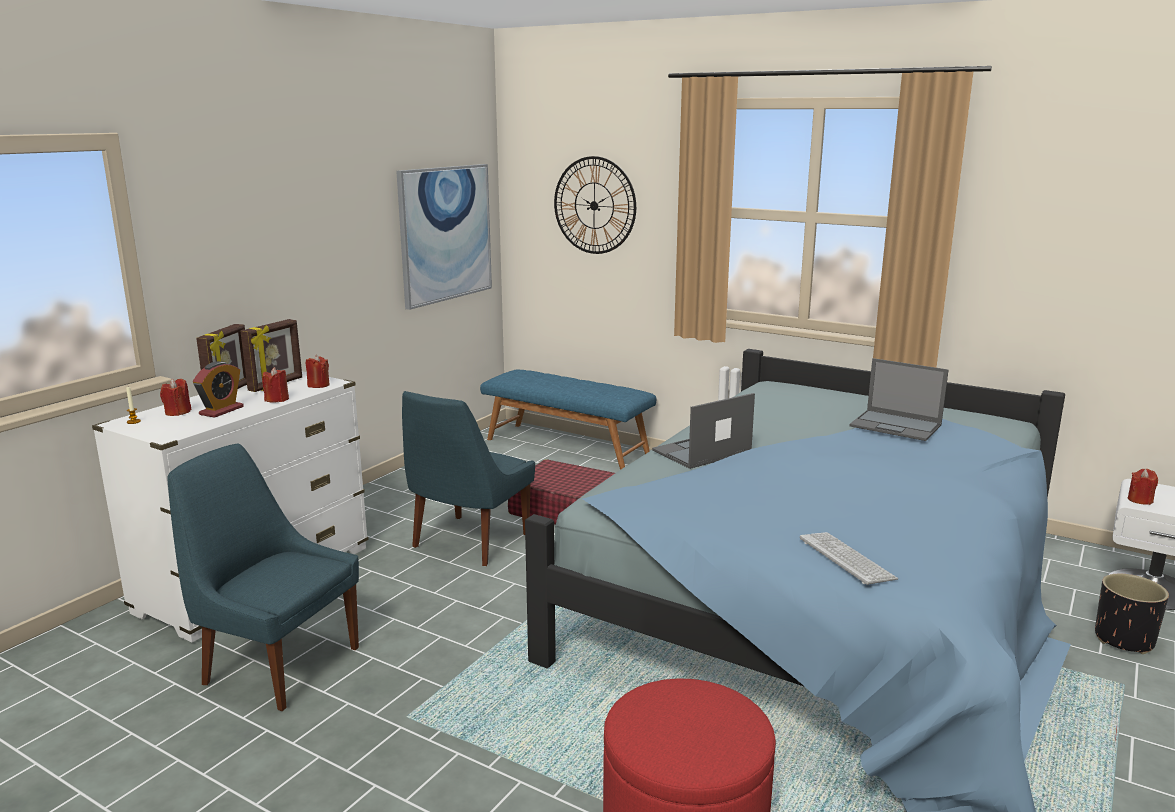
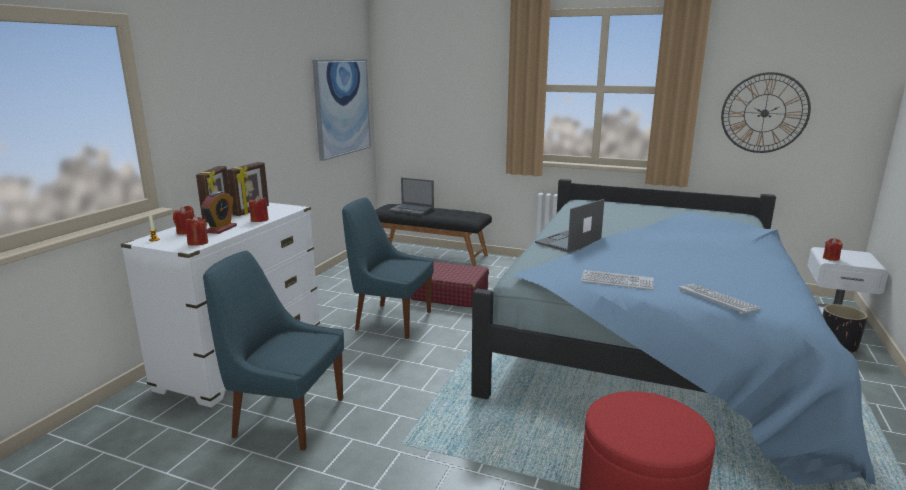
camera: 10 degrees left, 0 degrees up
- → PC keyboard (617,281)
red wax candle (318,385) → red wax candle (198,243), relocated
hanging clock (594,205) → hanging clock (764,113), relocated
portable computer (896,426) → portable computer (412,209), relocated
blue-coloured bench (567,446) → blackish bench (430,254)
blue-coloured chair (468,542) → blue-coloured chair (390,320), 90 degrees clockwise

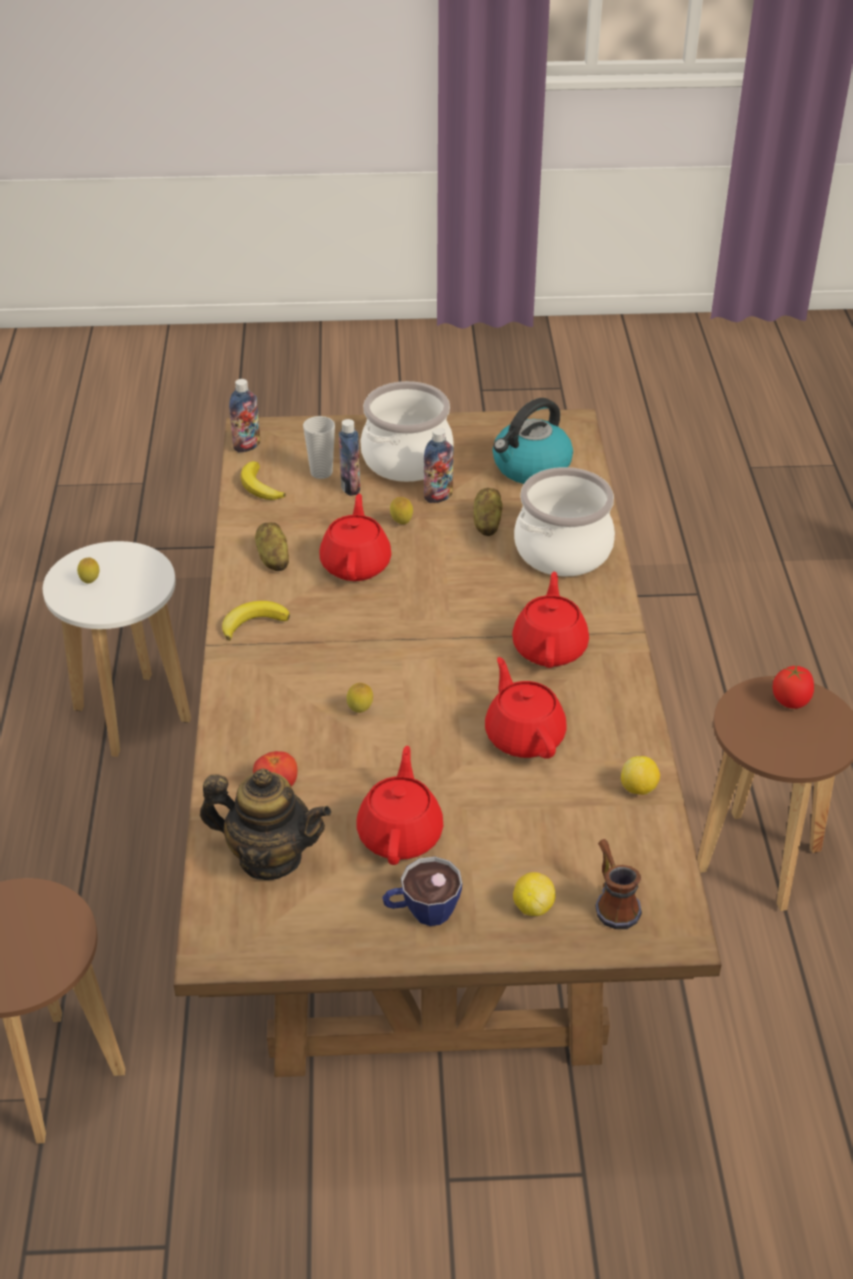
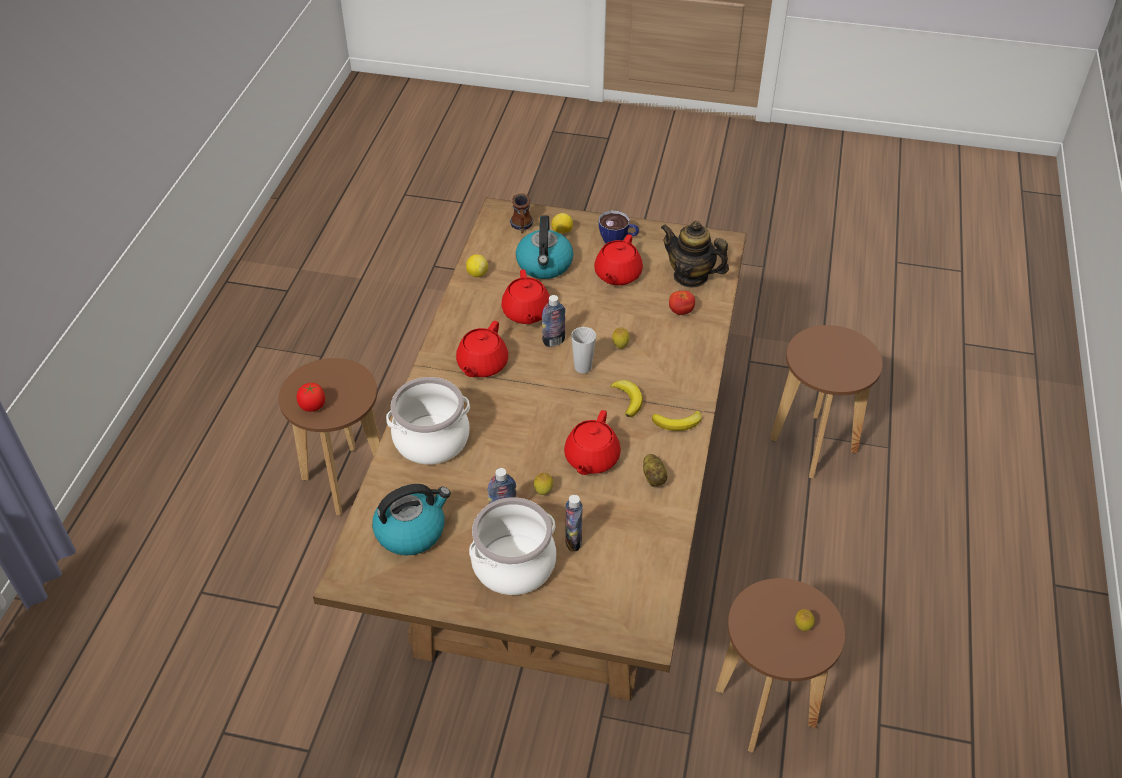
camera: 165 degrees left, 5 degrees up
whole potato (486,523) → -
- → tea kettle (545,265)
bottle (247,446) → bottle (553,341), relocated
banana (259,486) → banana (628,399), relocated
small cup (321,472) → small cup (583,367), relocated
white stool (131,715) → brown stool (766,708)

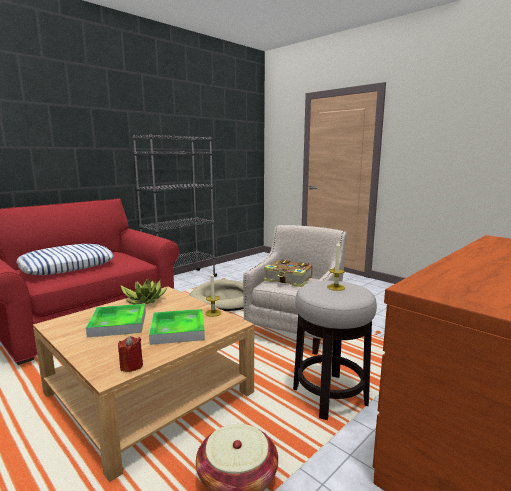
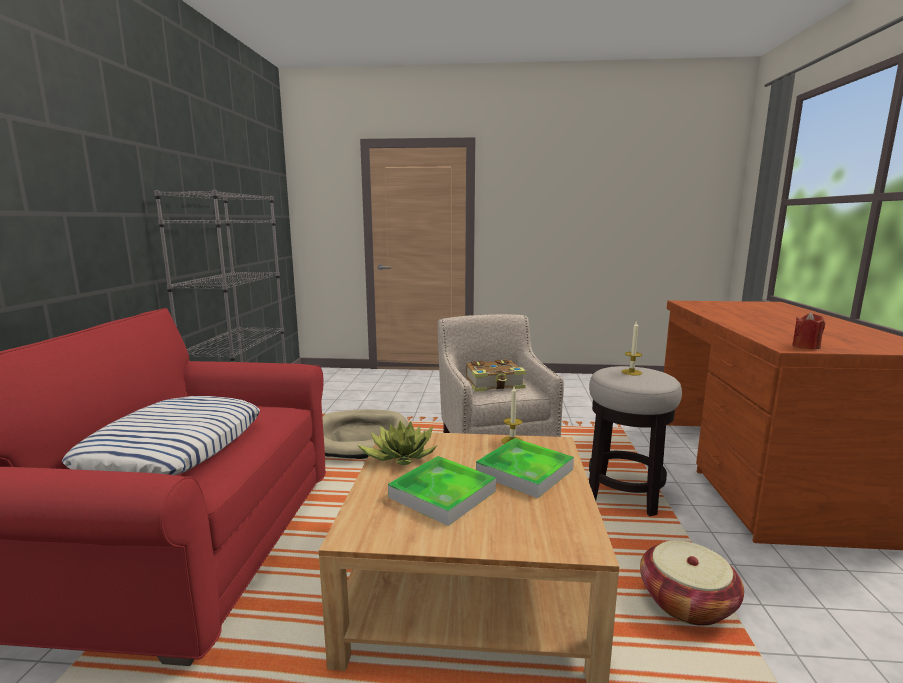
camera: 40 degrees left, 0 degrees up
red wax candle (131,366) → red wax candle (806,346), relocated

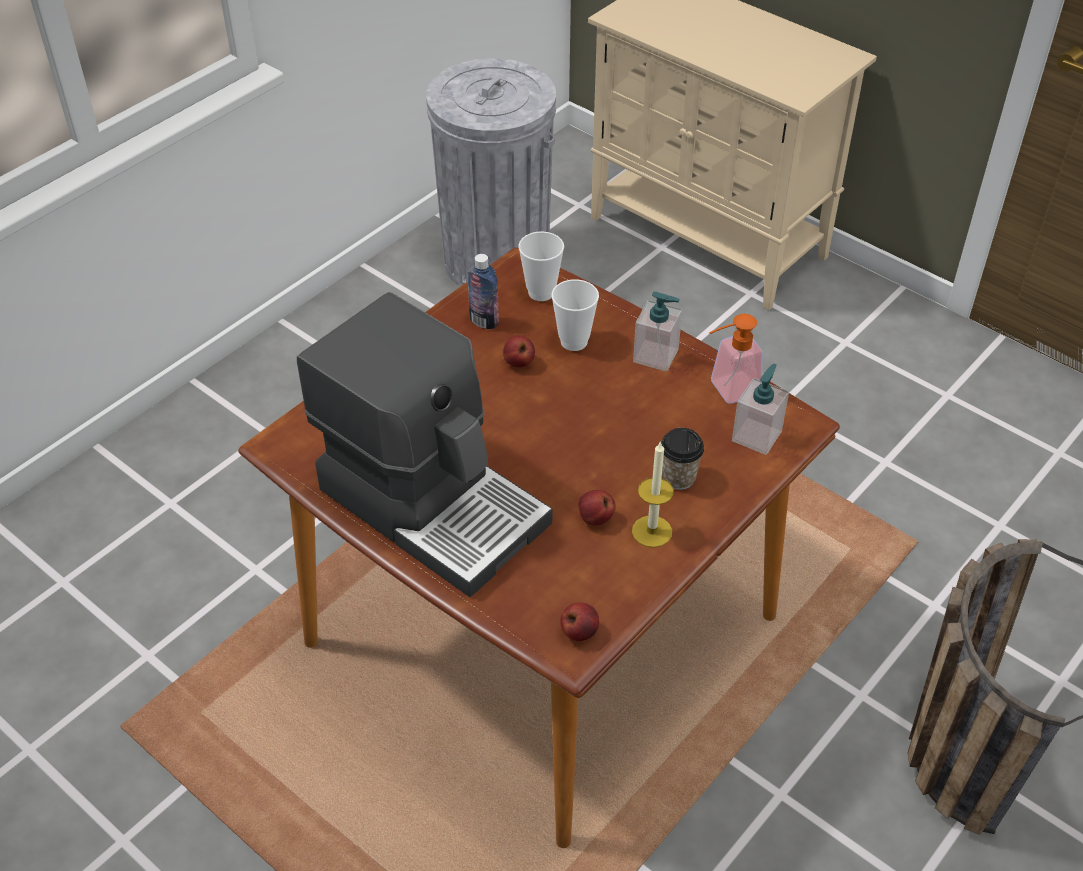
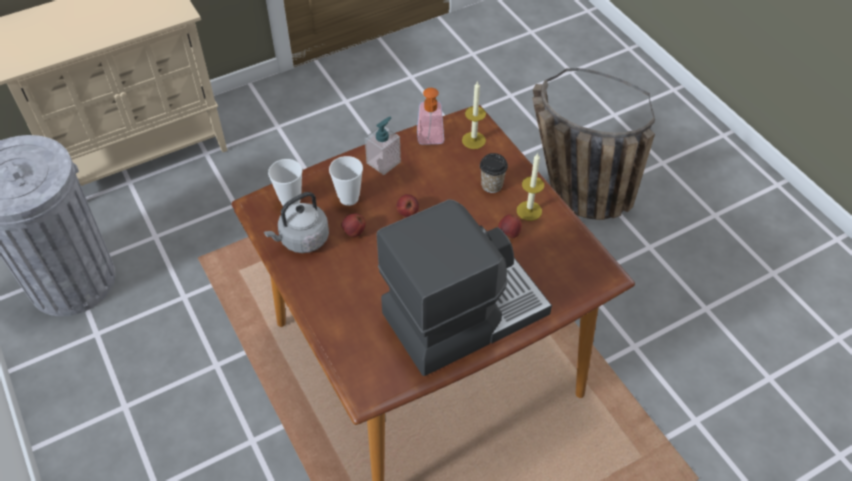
camera: 70 degrees left, 5 degrees up
apple (579,632) → apple (407,213), relocated
bottle (484,321) → grey tea kettle (302,240)
soap bottle (756,436) → wax candle (473,140)

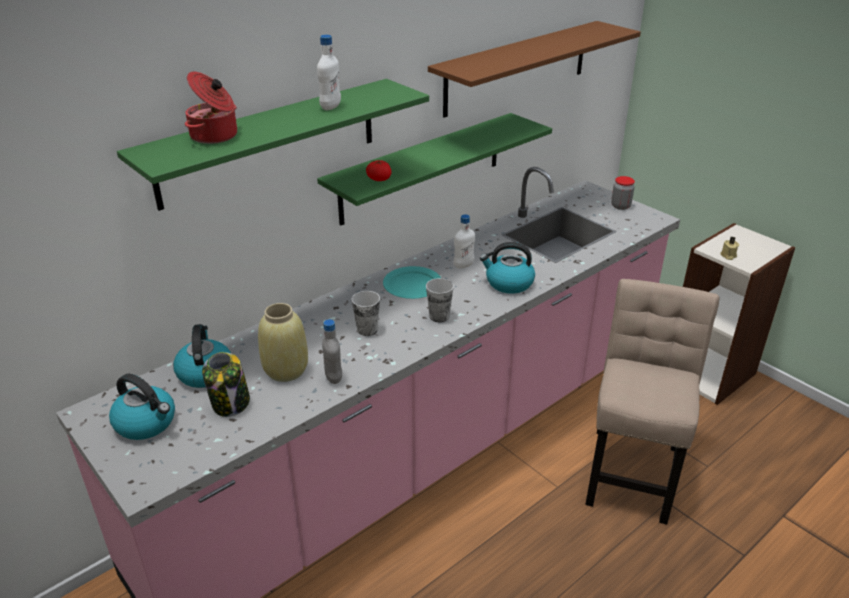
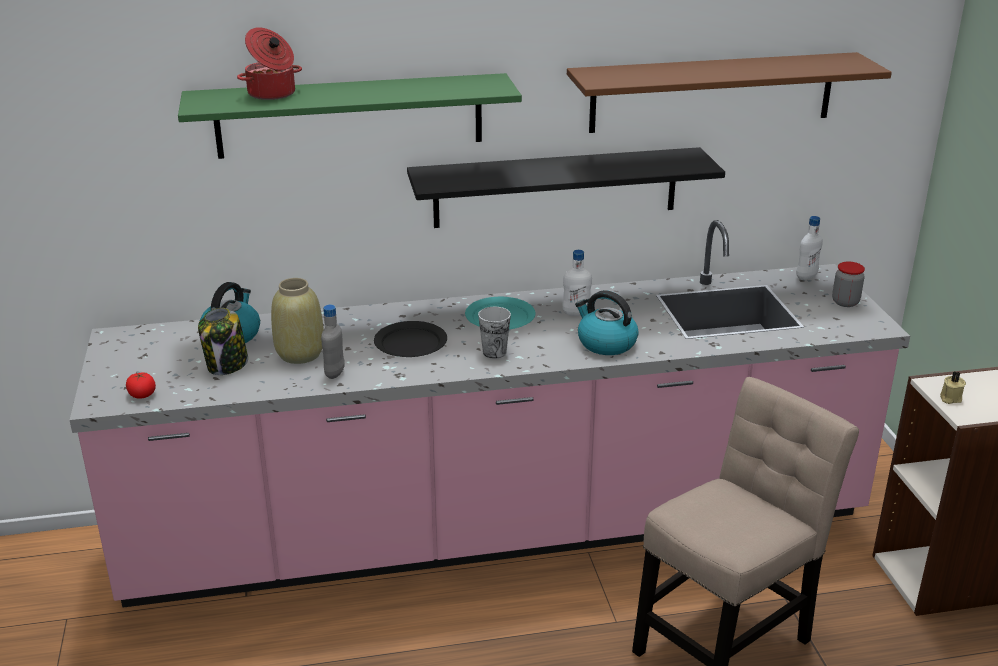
camera: 30 degrees right, 5 degrees down
tea kettle (146,423) → -
white bottle (330,107) → white bottle (806,277), relocated
tomato (379,179) → tomato (142,394), relocated
small cup (367,330) → blackish plate (410,343)
green wall shelf (422,168) → blackish wall shelf (556,187)

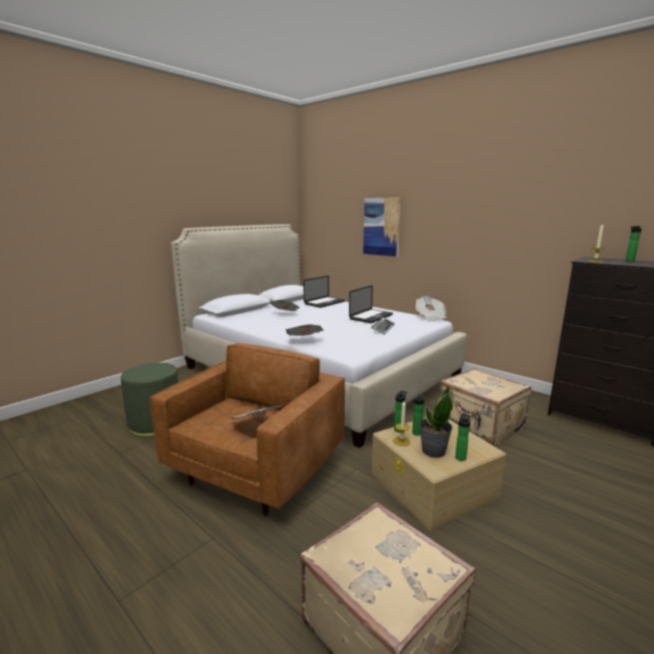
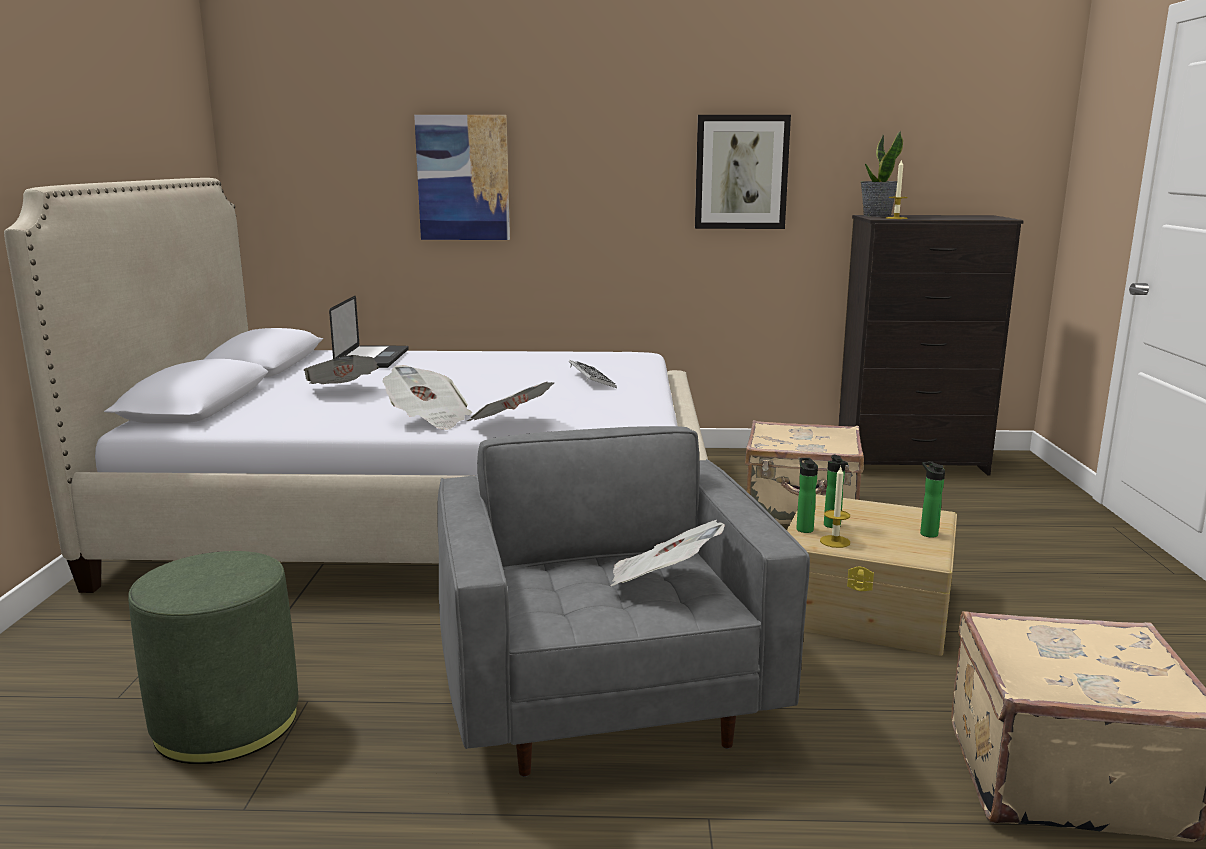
camera: 40 degrees left, 0 degrees up
portable computer (371,317) → -
bottle (629,260) → -
- → wall picture (741,172)
newspaper (430,317) → newspaper (429,419), relocated
plant in a pot (433,451) → plant in a pot (876,215), relocated
brown armchair (257,471) → grey armchair (605,699)

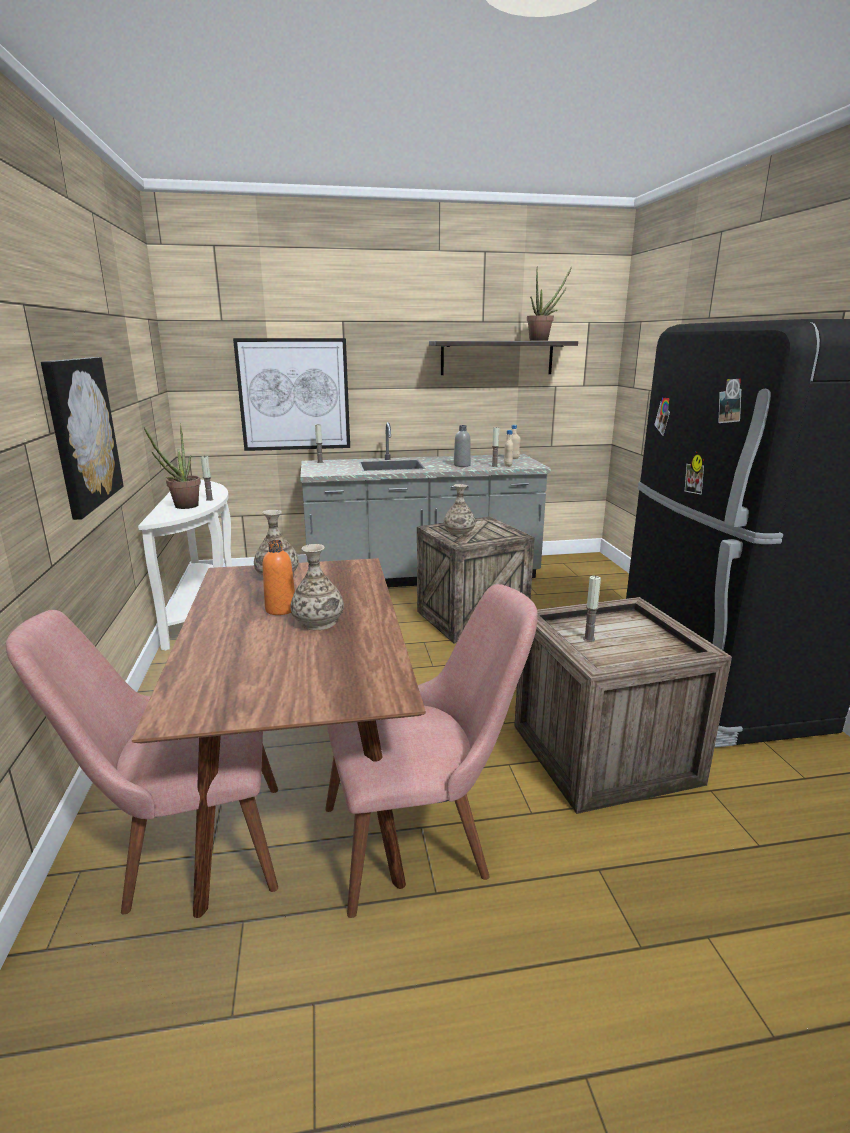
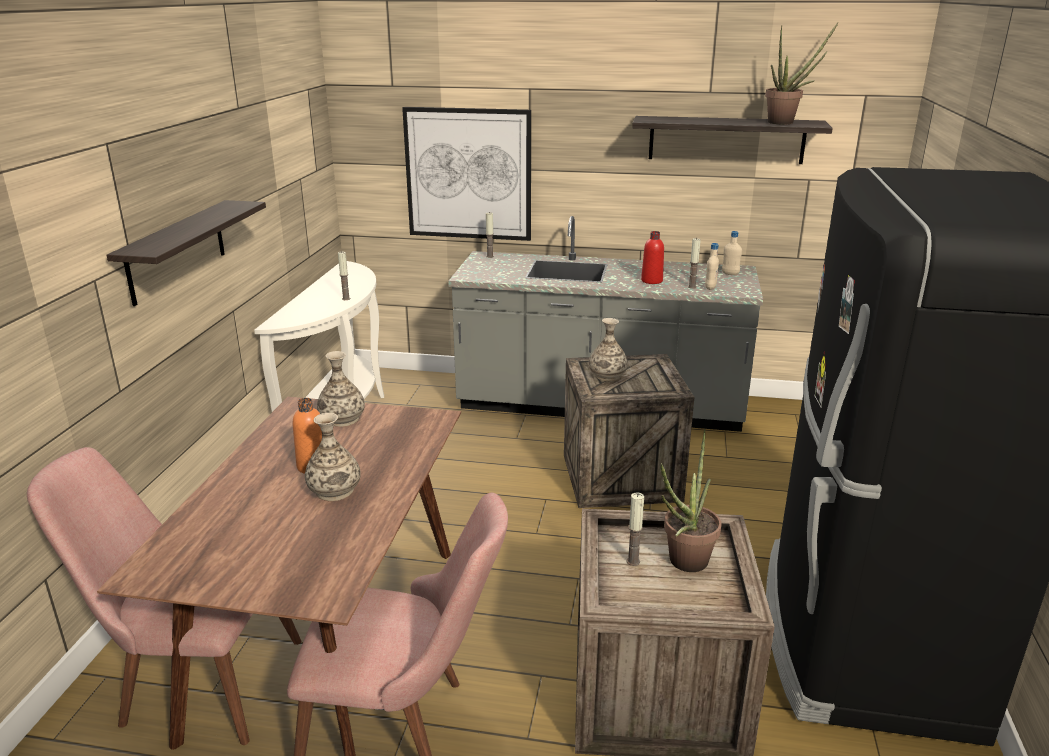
camera: 20 degrees right, 5 degrees up
plant in a pot (182,507) → plant in a pot (683,564), relocated
wall picture (82,433) → wall shelf (177,251)
grey bottle (462,465) → red bottle (651,281)

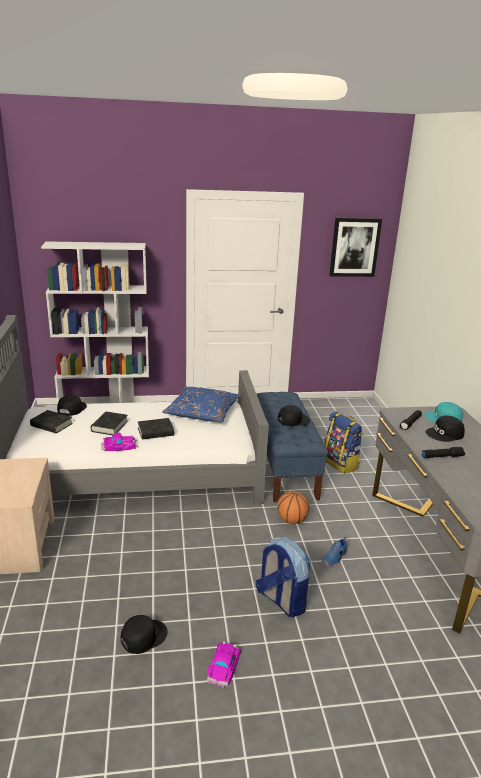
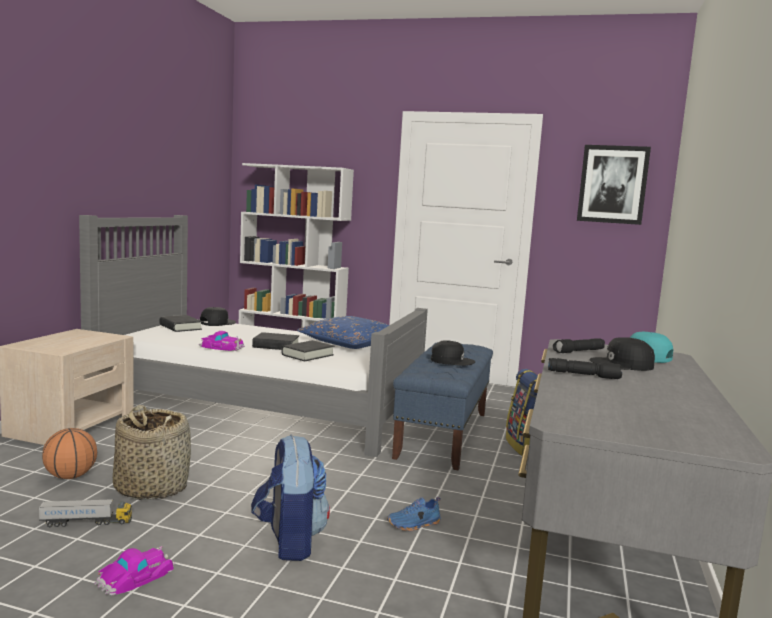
camera: 25 degrees right, 15 degrees down
- → storage basket (151,487)
blackish volume (109,426) → blackish volume (307,355), relocated
basketball (292,520) → basketball (70,476), relocated
blackish cap (143,636) → toy truck (86,522)

